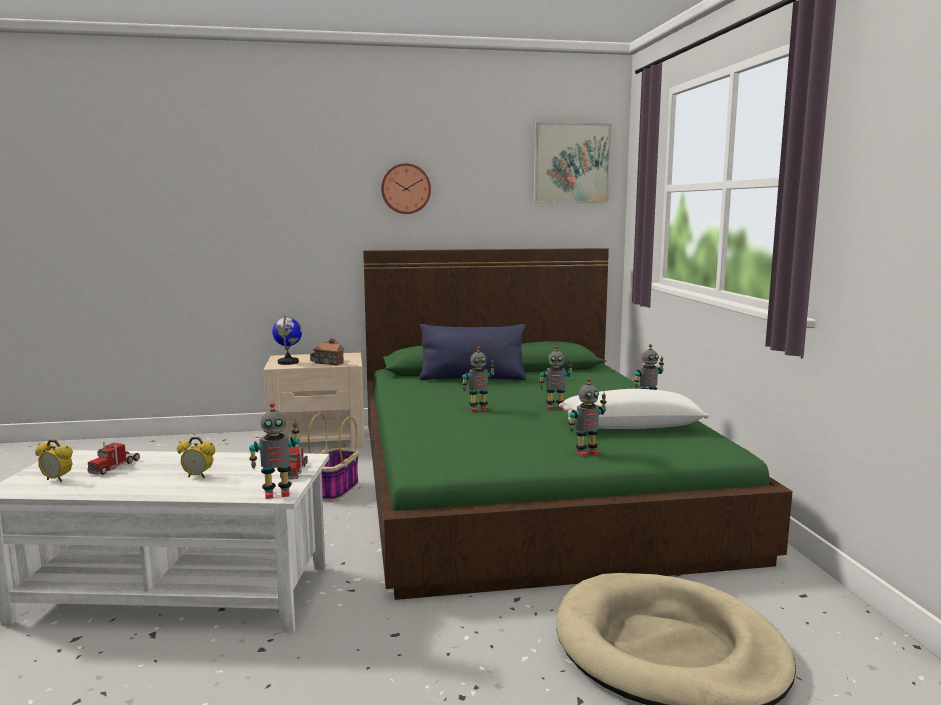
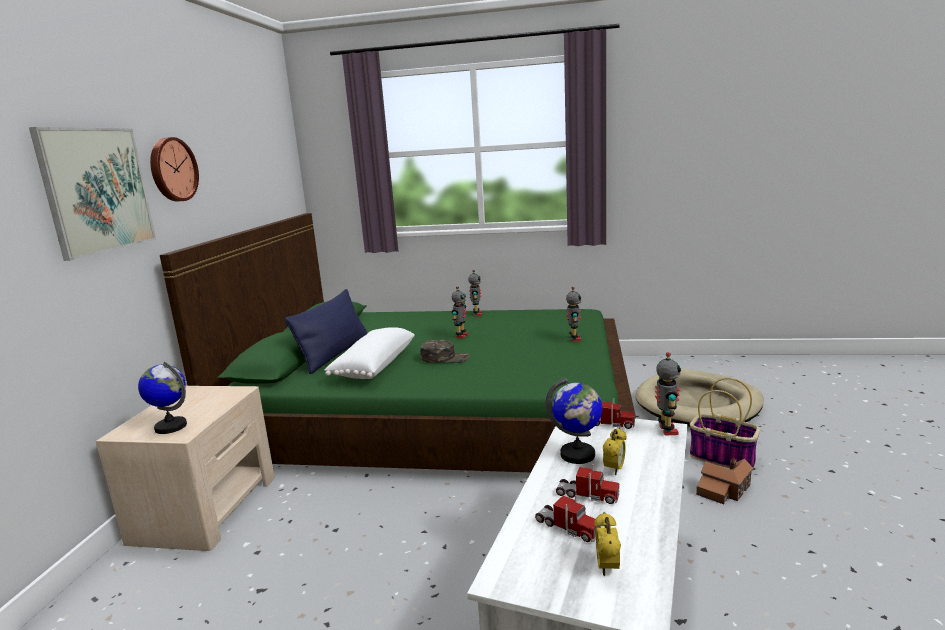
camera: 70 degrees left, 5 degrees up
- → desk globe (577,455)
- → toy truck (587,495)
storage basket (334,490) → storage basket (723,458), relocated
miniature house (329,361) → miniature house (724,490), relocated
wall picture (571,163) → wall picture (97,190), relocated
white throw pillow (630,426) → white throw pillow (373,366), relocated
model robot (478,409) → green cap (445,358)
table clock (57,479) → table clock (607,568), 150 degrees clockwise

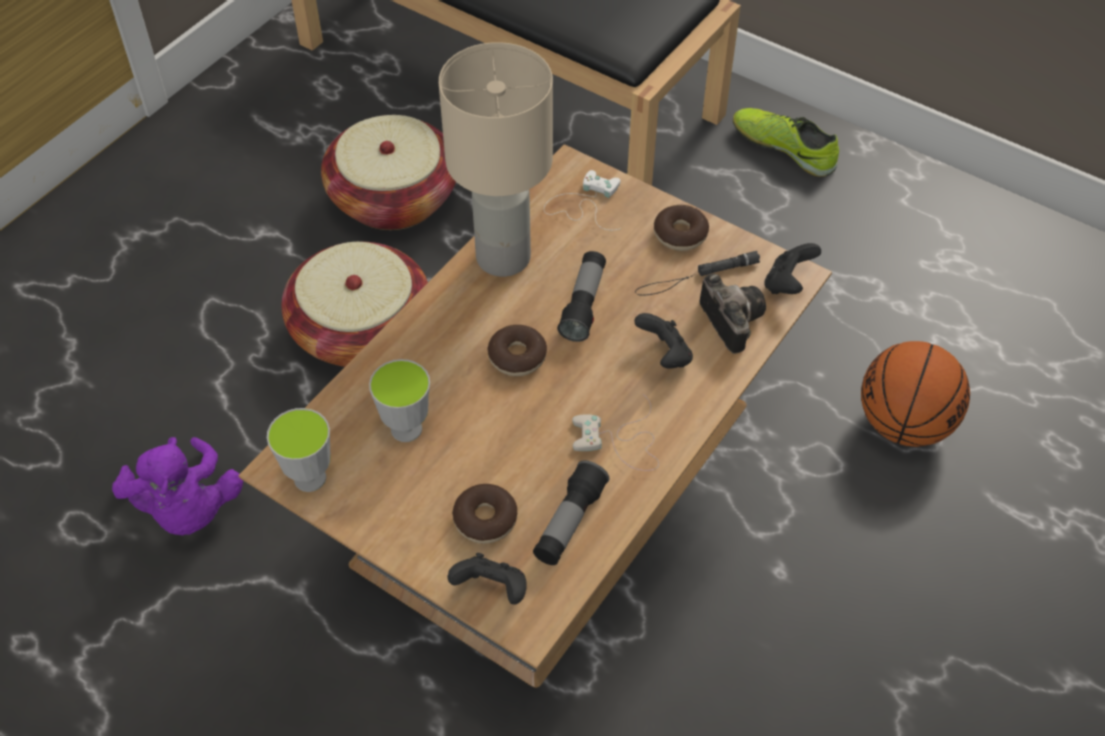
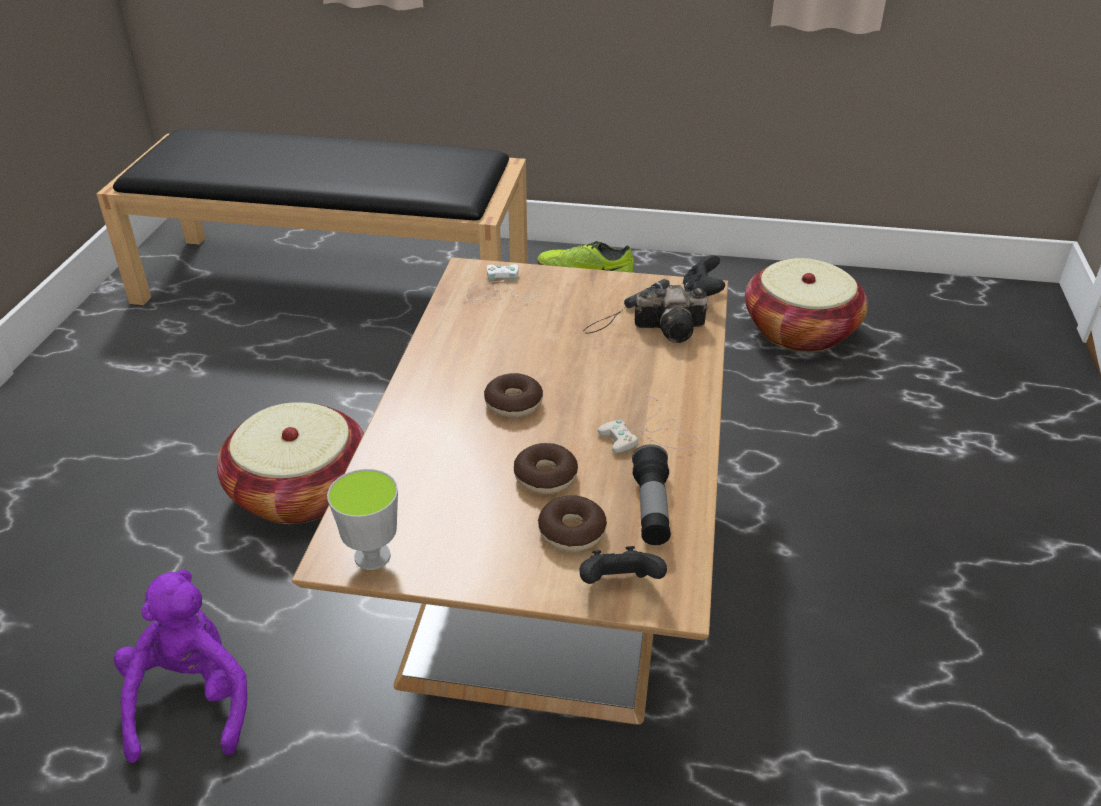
camera: 25 degrees left, 15 degrees down
small cup (406,429) → -
beige tabletop lamp (504,258) → -
torch (584,304) → -
blackish gamepad (664,355) → -
basketball (903,423) → -
storage basket (393,198) → storage basket (800,331), relocated
donut (680,234) → donut (545,476), relocated
purplish soft toy (187,509) → purplish soft toy (191,701), 135 degrees counterclockwise
photo camera (729,319) → photo camera (674,329), 135 degrees clockwise

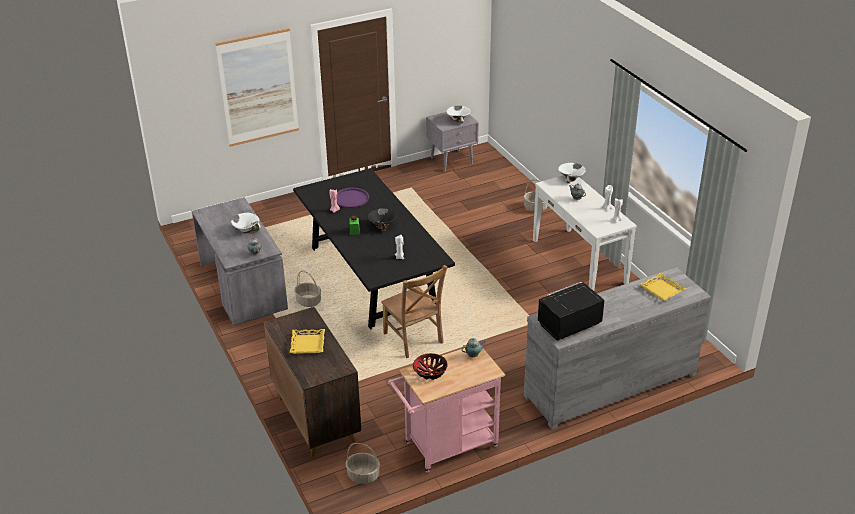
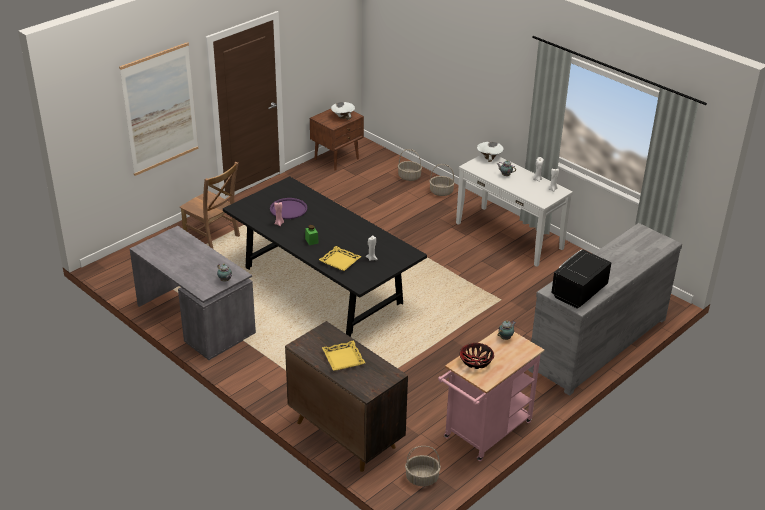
camera: 20 degrees left, 0 degrees up
white serving bowl (246,230) → -
blackish serving bowl (382,226) → -
storage basket (309,301) → storage basket (409,177), relocated
brown chair (414,340) → brown chair (213,238), relocated
yellow serving tray (662,289) → yellow serving tray (340,261), relocated
grey night table (452,160) → brown night table (337,158)

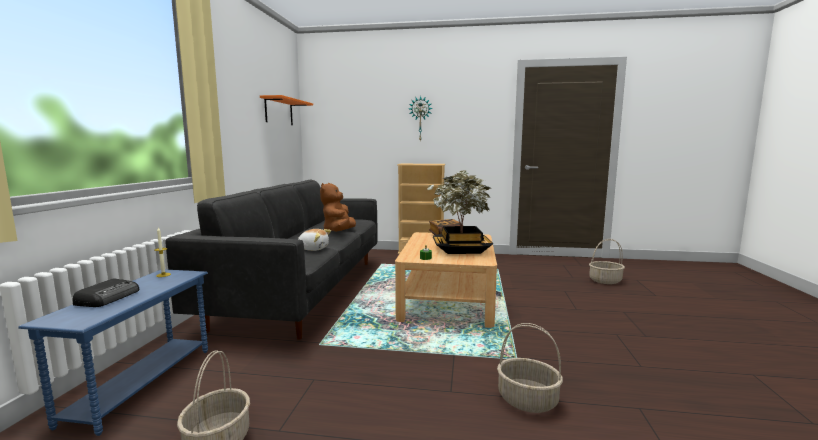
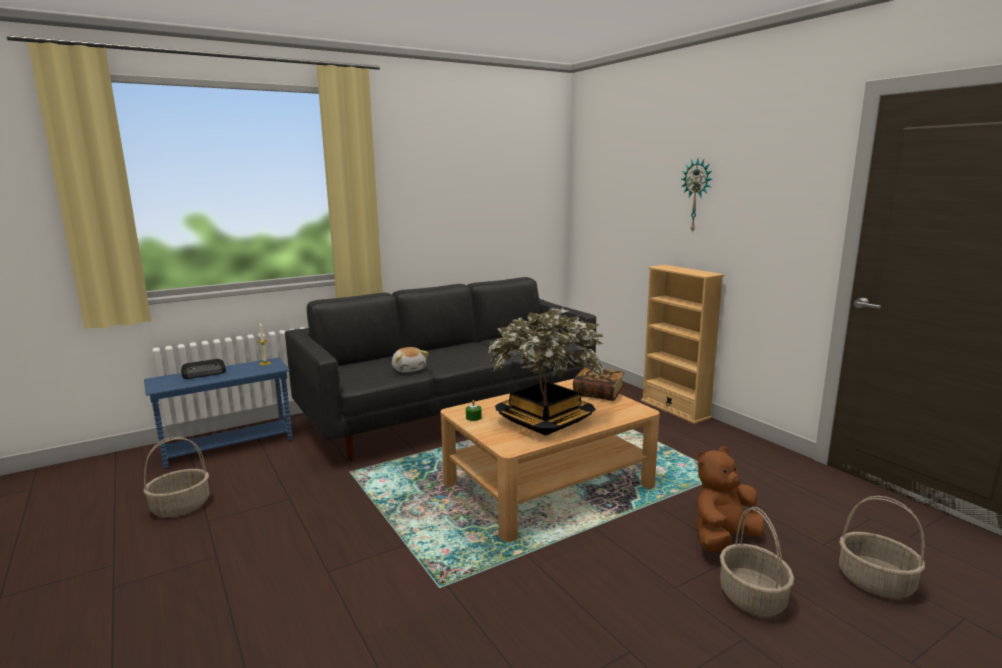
camera: 50 degrees right, 5 degrees up
orange wall shelf (279,111) → -
brown soft toy (339,232) → brown soft toy (723,539), relocated
storage basket (528,400) → storage basket (753,598), relocated

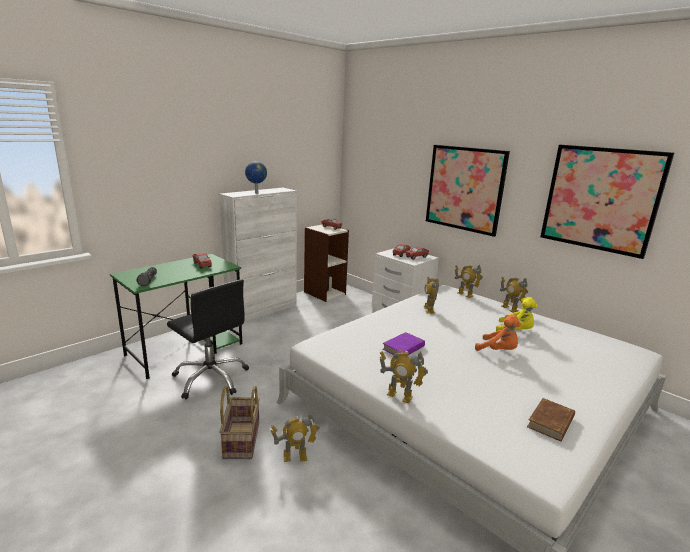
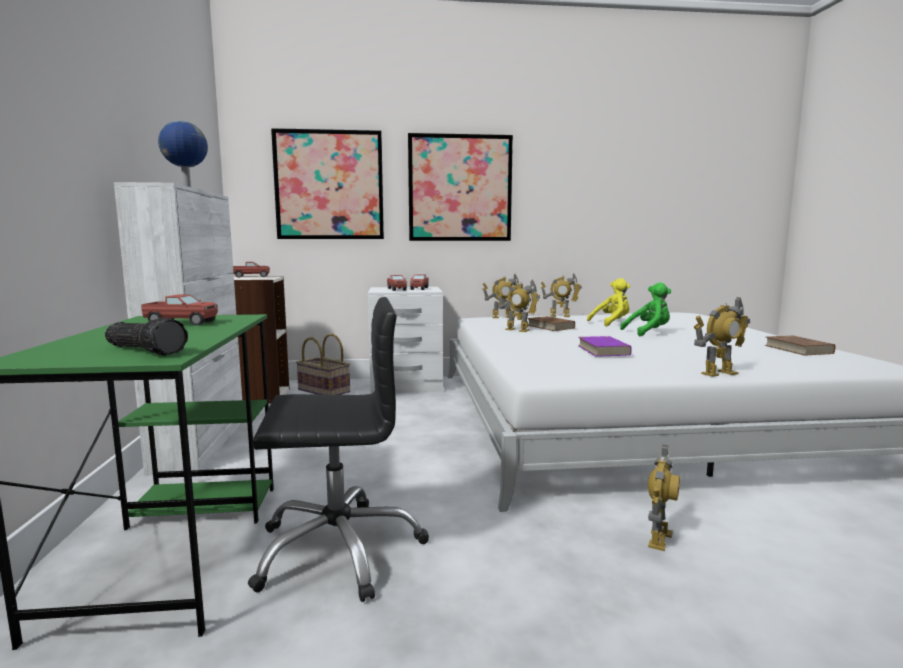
camera: 50 degrees left, 10 degrees down
- → brown volume (550,327)
storage basket (240,439) → storage basket (323,391), relocated
wall picture (600,199) → wall picture (329,185), relocated
orange soft toy (498,351) → green soft toy (649,332)

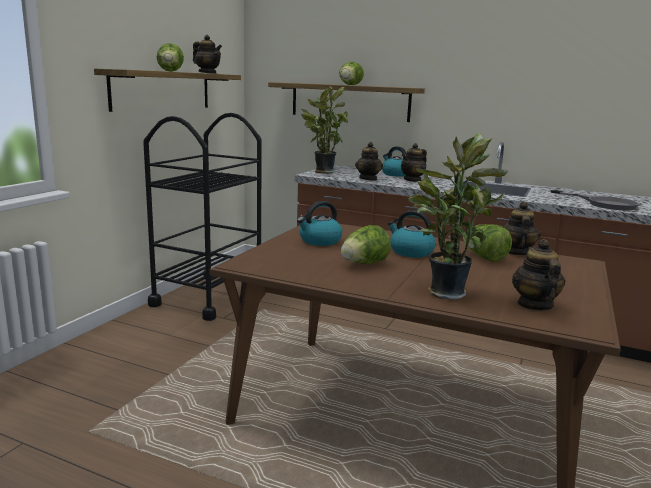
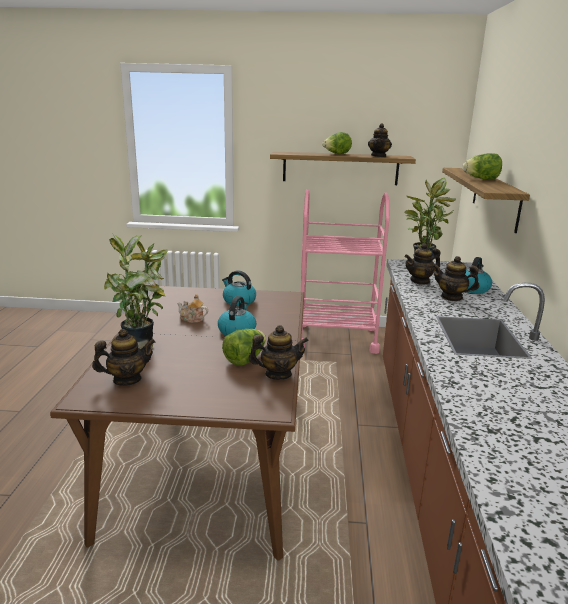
camera: 70 degrees right, 5 degrees up
grey skillet (603,203) → -
head of lettuce (364,264) → tea pot (192,319)
blackish wheeled cart (208,296) → pink-coloured wheeled cart (336,338)

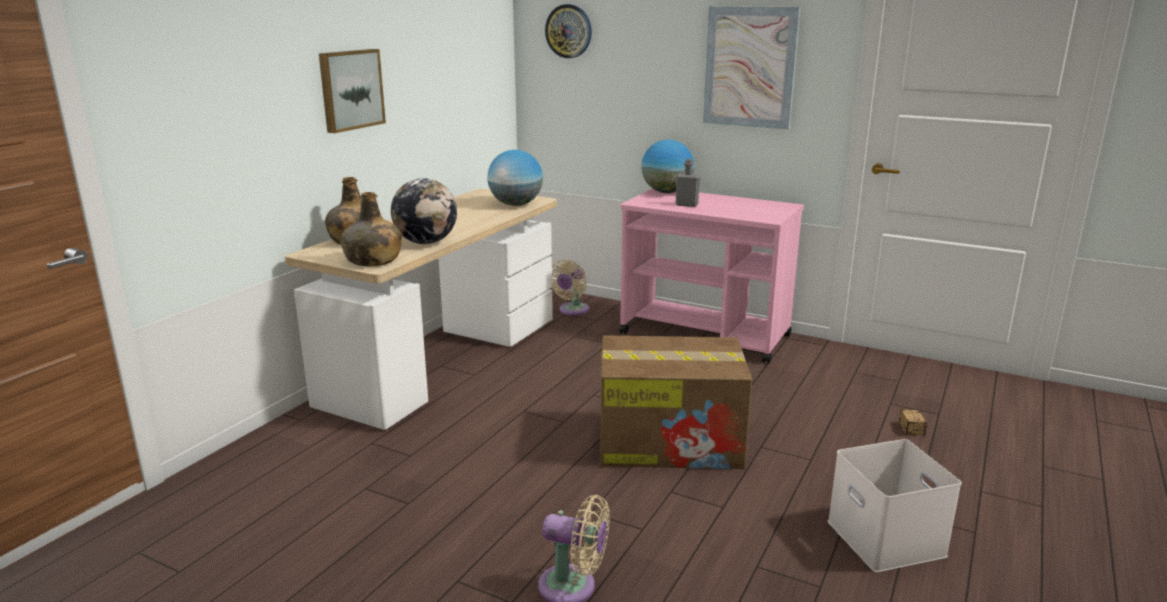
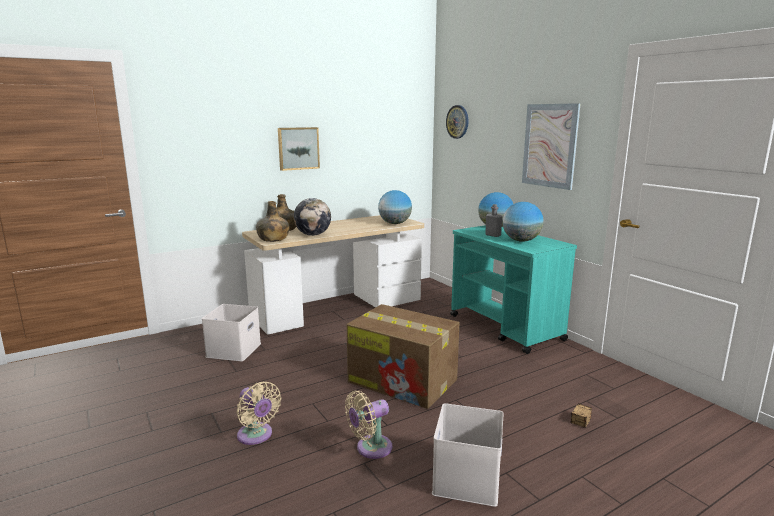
camera: 30 degrees right, 5 degrees down
- → white storage container (234,350)
- → desk globe (521,241)
beige electric fan (572,311) → beige electric fan (370,448), relocated
pink-coloured wheeled cart (706,335) → blue-green wheeled cart (506,328)

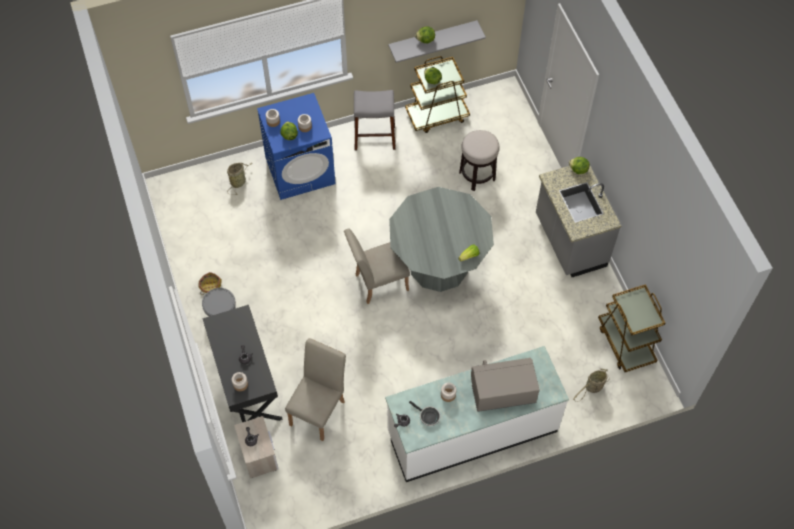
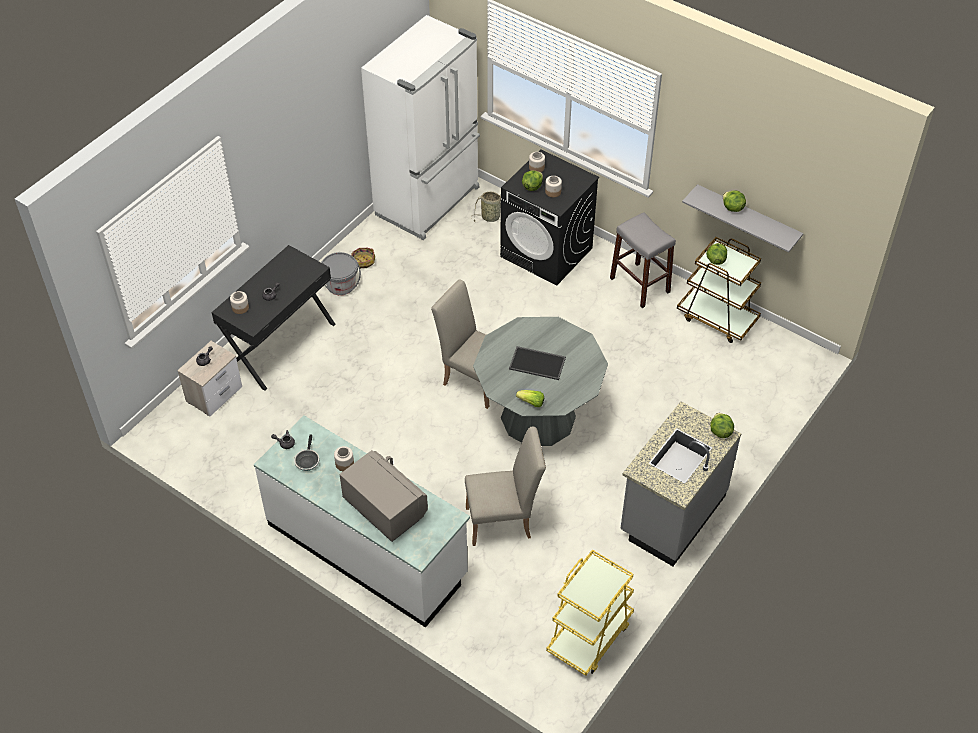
camera: 55 degrees right, 10 degrees down
stool (477,176) → -
storage basket (593,388) → -
- → white fridge (429,201)
- → serving tray (538,363)
beige chair (319,409) → beige chair (504,522), relocated
blue-coloured laundry machine (300,170) → blackish laundry machine (547,252)
brown wheeled cart (625,343) → yellow wheeled cart (589,636)

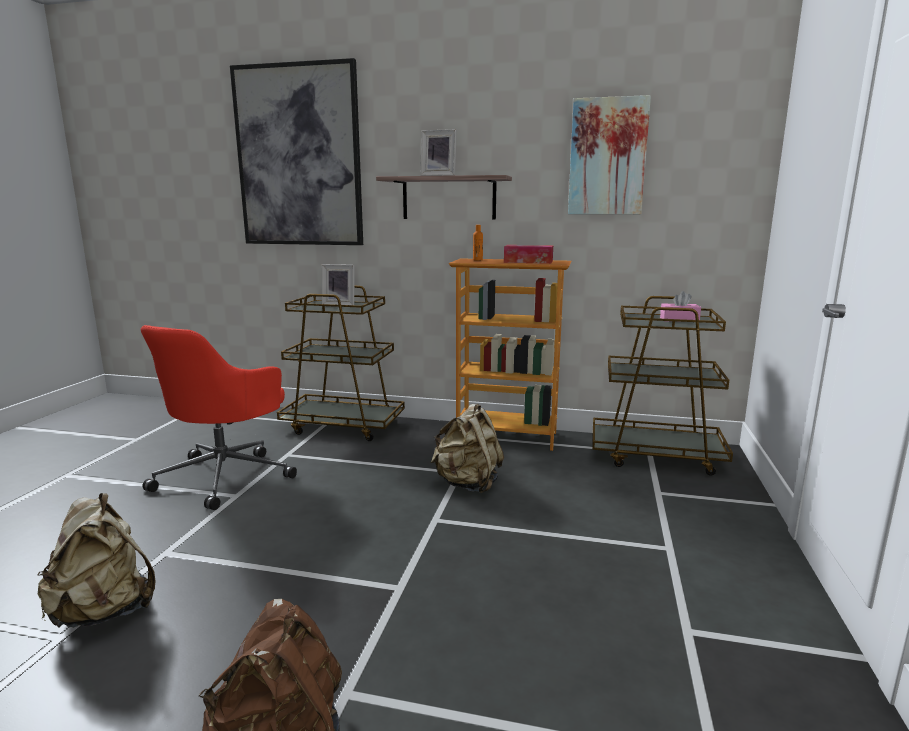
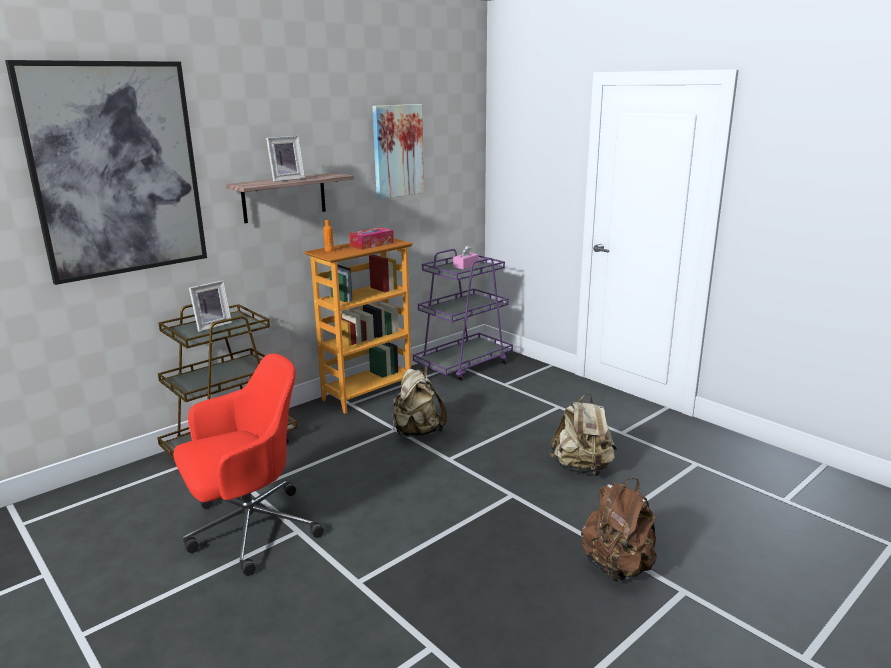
camera: 55 degrees left, 5 degrees up
beige knapsack (104,611) → beige knapsack (582,468), relocated
brown wheeled cart (656,455) → purplish wheeled cart (464,365)
red computer chair (226,476) → red computer chair (248,530), 90 degrees counterclockwise

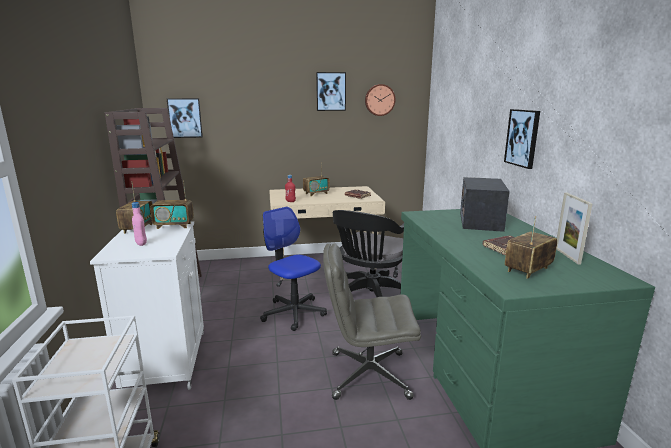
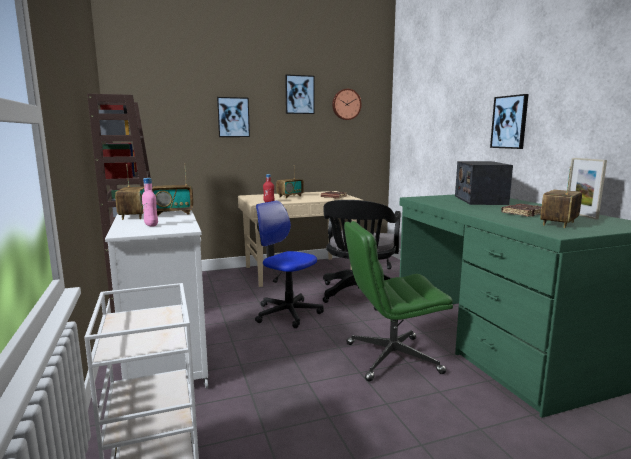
camera: 10 degrees left, 5 degrees down
wall picture (185,118) → wall picture (233,117), relocated
grey computer chair (368,375) → green computer chair (391,358)

